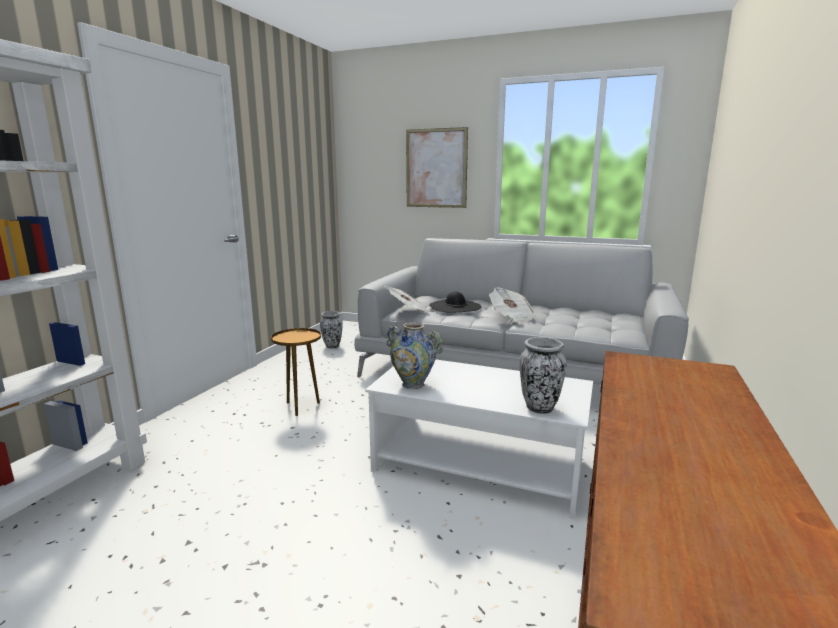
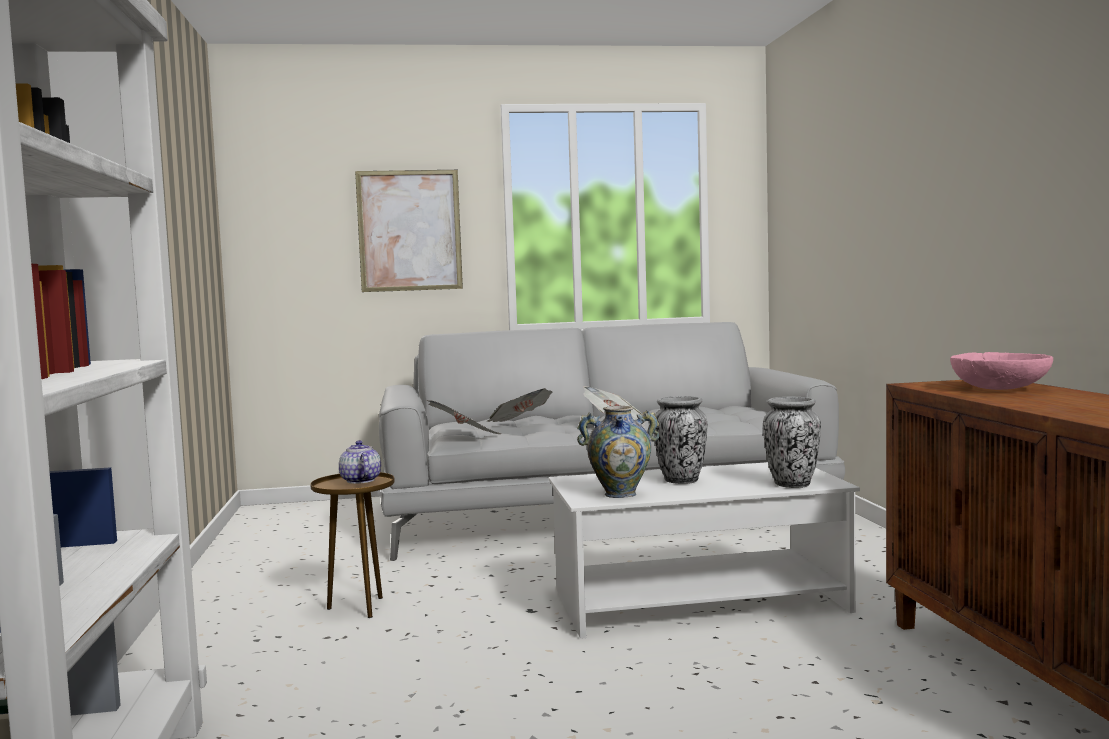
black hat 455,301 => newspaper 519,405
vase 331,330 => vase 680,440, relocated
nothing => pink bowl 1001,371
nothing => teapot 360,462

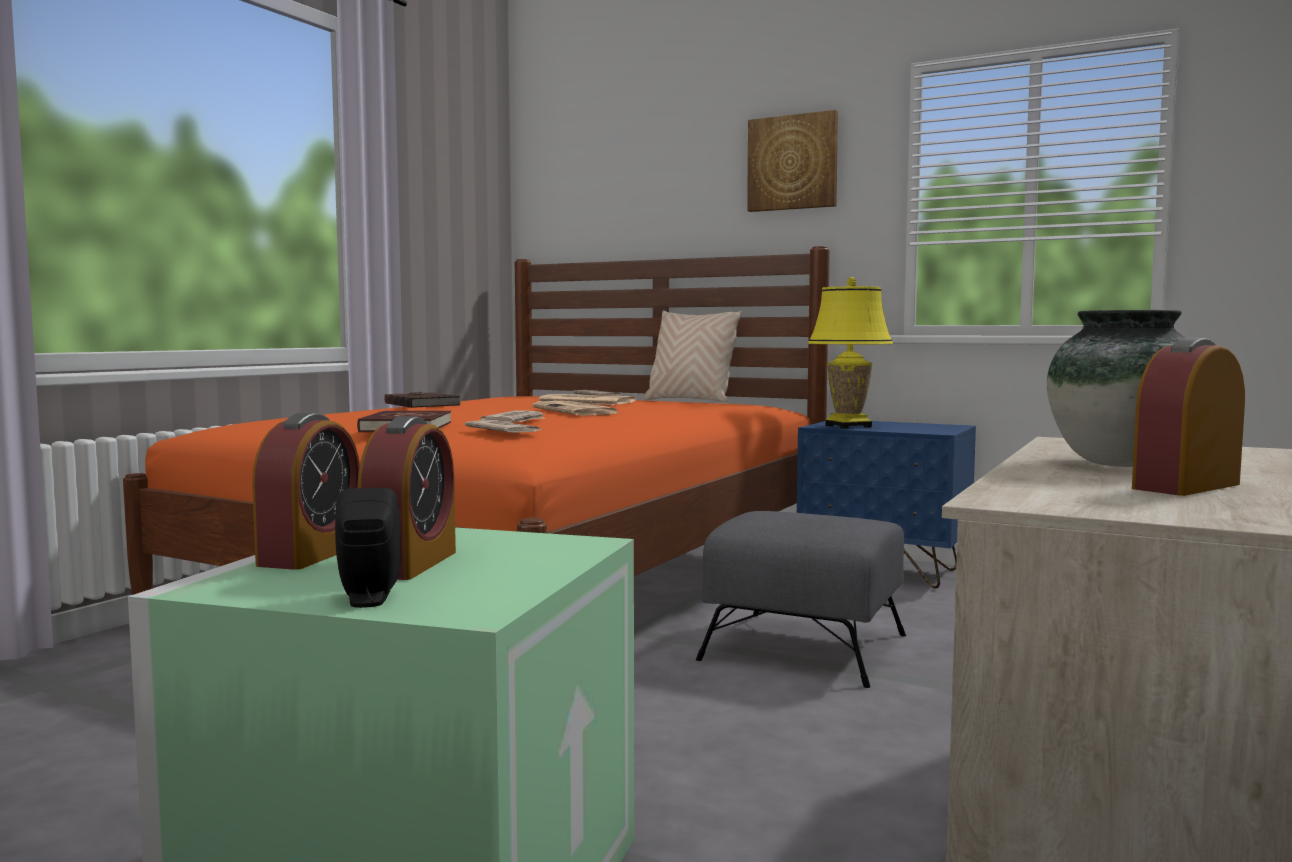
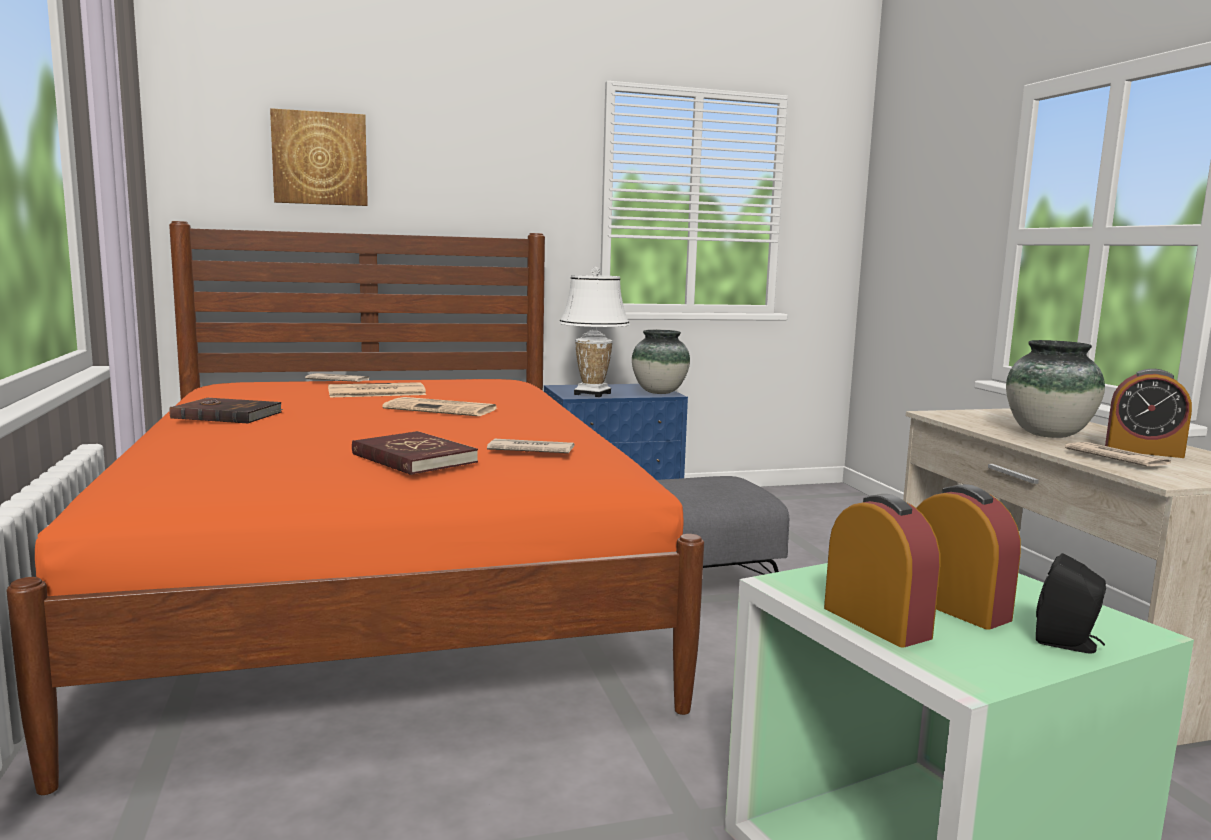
picture 792,161 => picture 319,157, relocated
yellow table lamp 850,353 => white table lamp 594,332
beige pillow 693,356 => nothing
alarm clock 1188,417 => alarm clock 1148,413, 75 degrees counterclockwise
newspaper 512,416 => newspaper 1118,454, relocated
nothing => vase 661,362

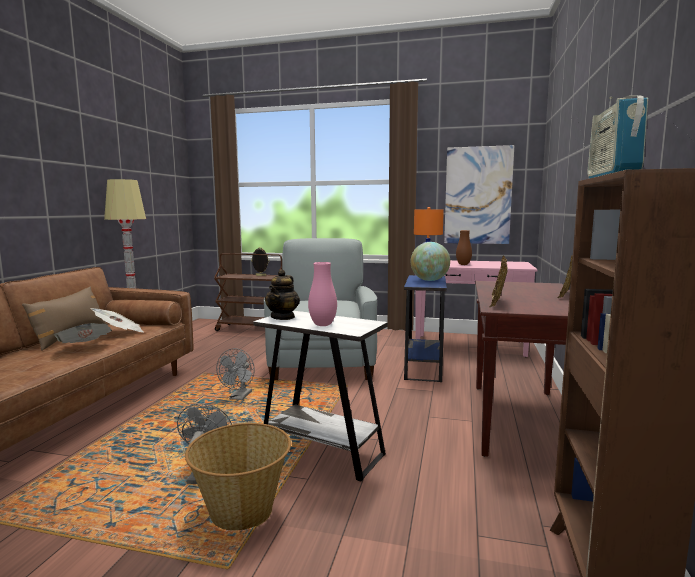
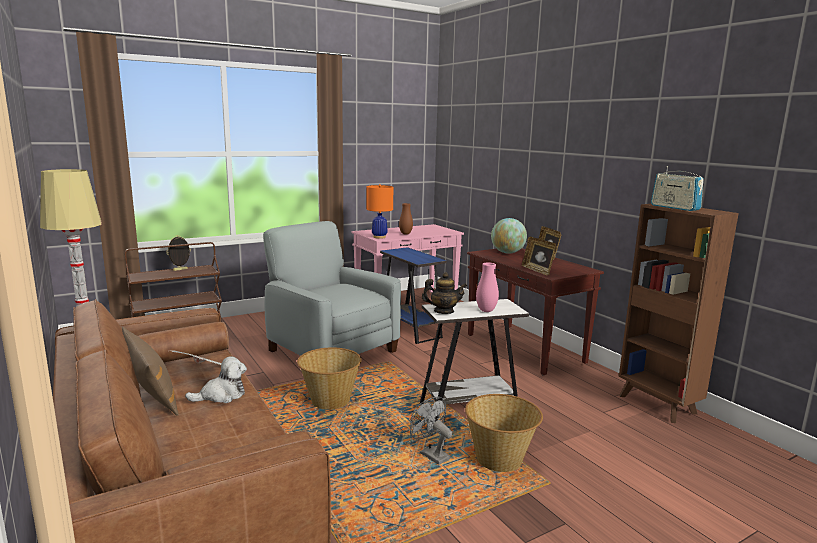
picture 479,194 => nothing
globe 430,261 => globe 509,236, relocated
teapot 282,294 => teapot 444,293, 60 degrees counterclockwise
newspaper 83,333 => plush toy 216,379
grey fan 235,374 => basket 329,378

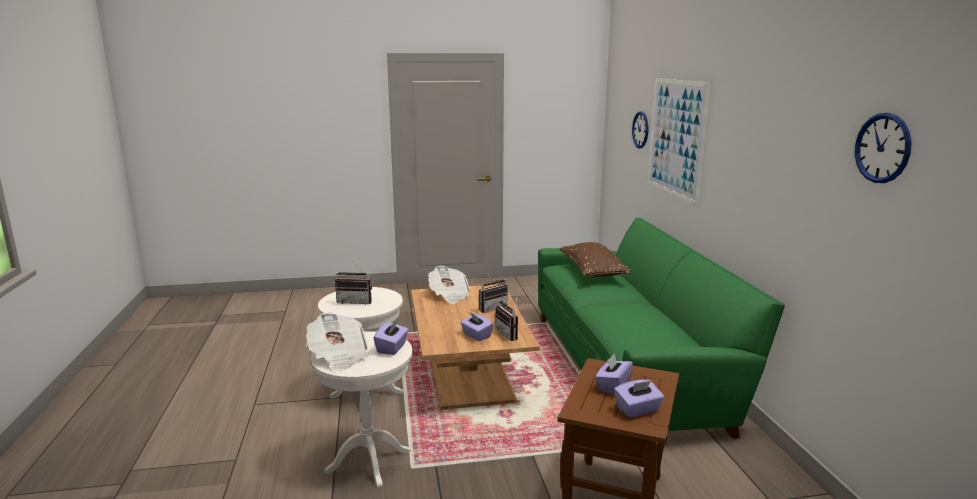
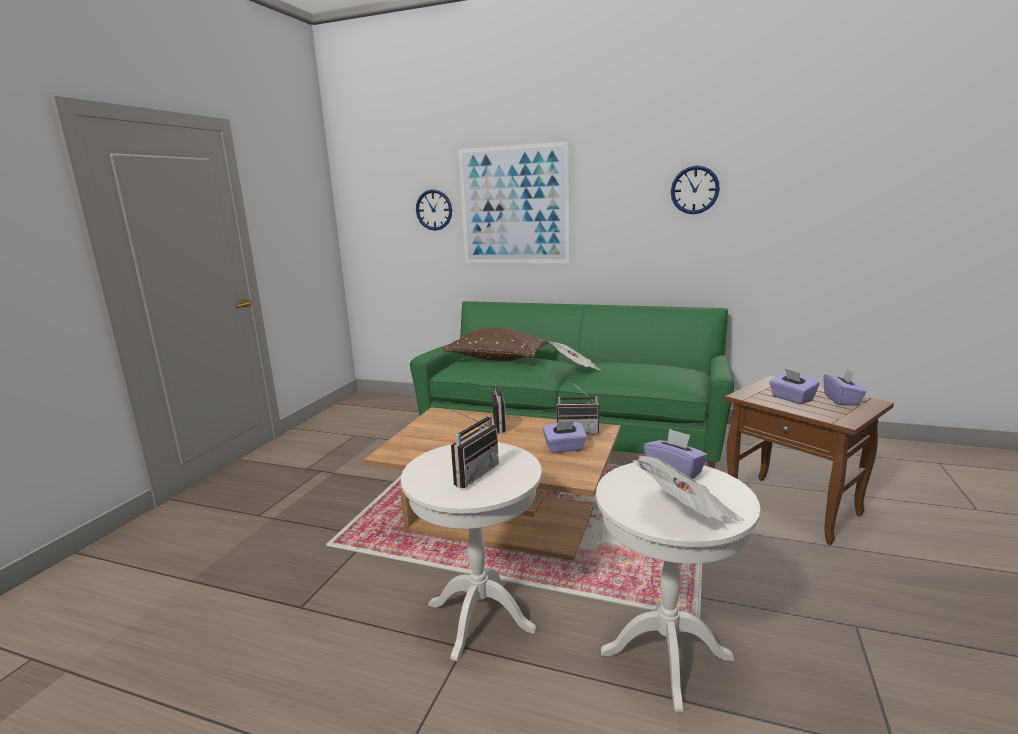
wall clock 883,148 => wall clock 695,189, relocated
newspaper 449,285 => newspaper 575,356, relocated

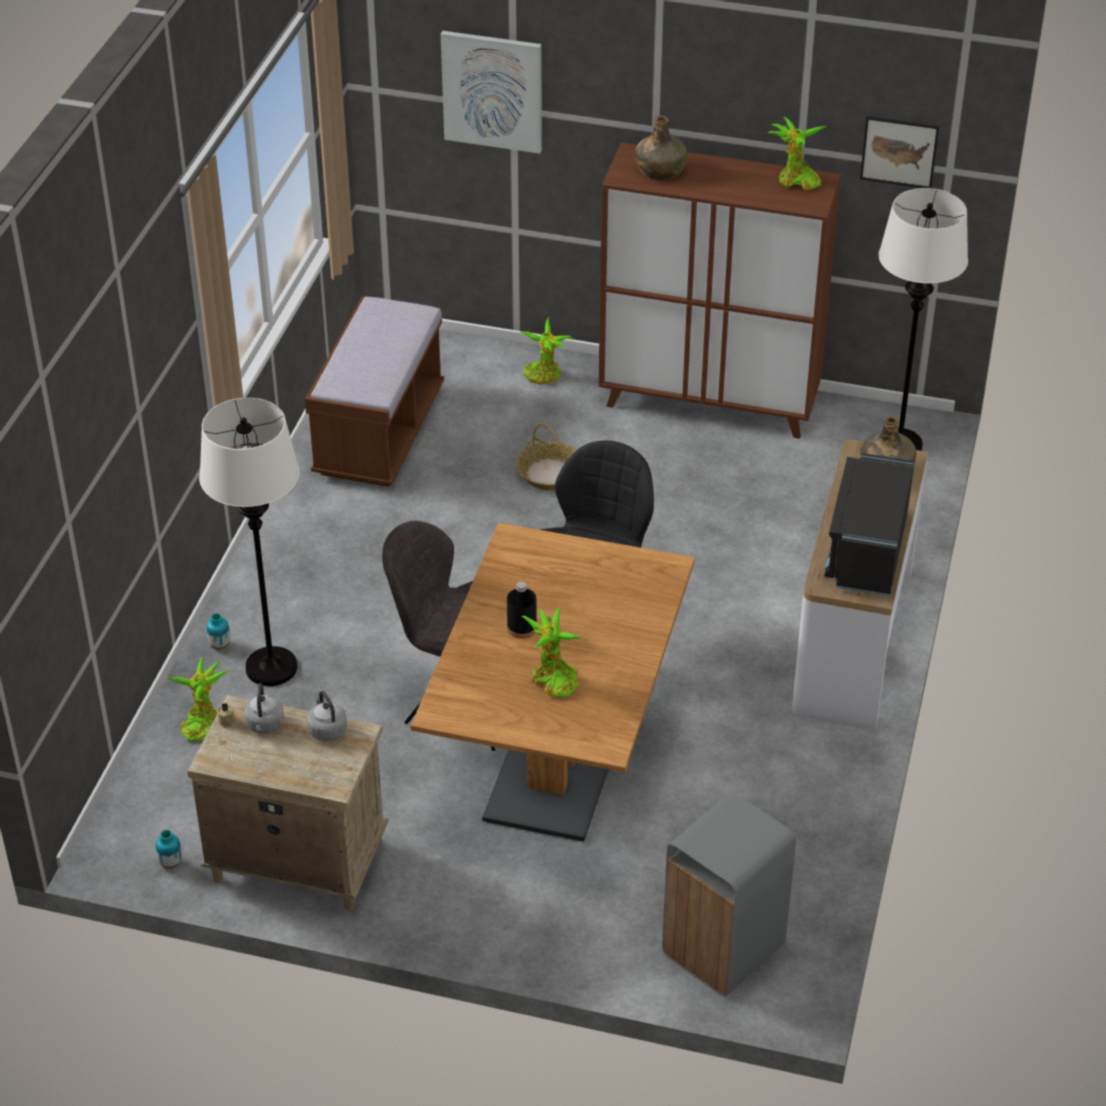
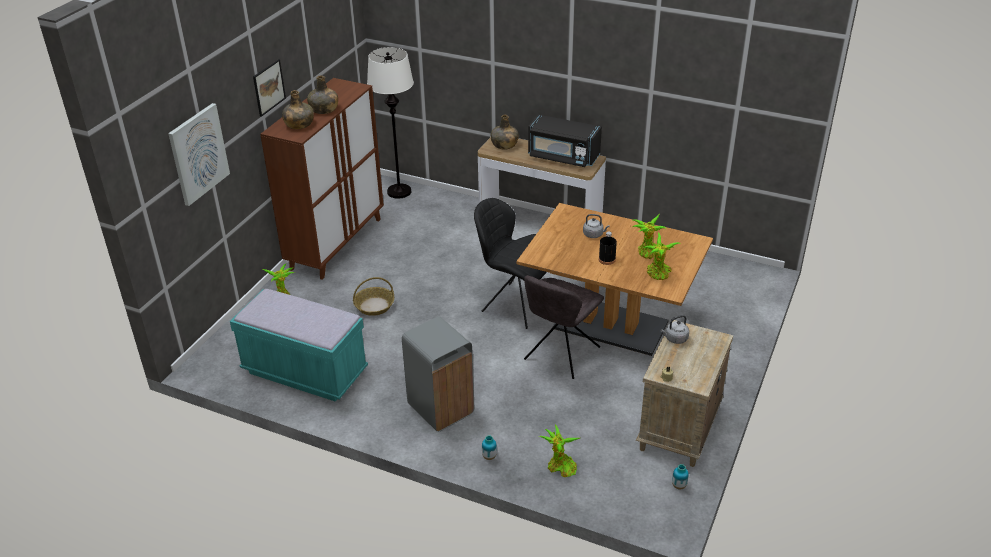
picture 899,152 => picture 269,88, relocated
potted plant 797,153 => potted plant 662,256, relocated
brown bench 374,391 => turquoise bench 299,345
white floor lamp 249,542 => nothing
grey kettle 264,708 => grey kettle 596,226, relocated
grey trash can 729,894 => grey trash can 438,374, relocated
nothing => green bottle 322,94

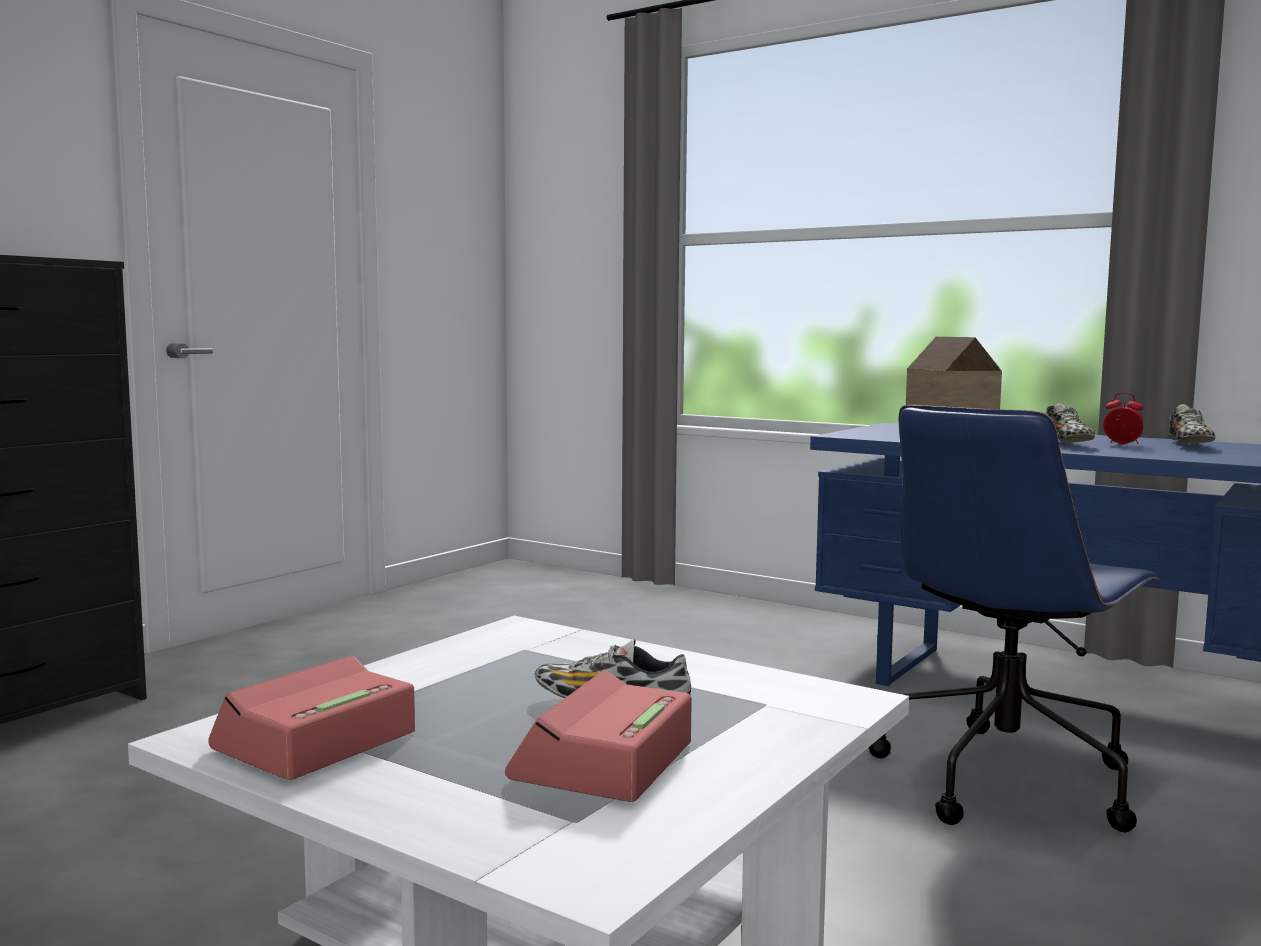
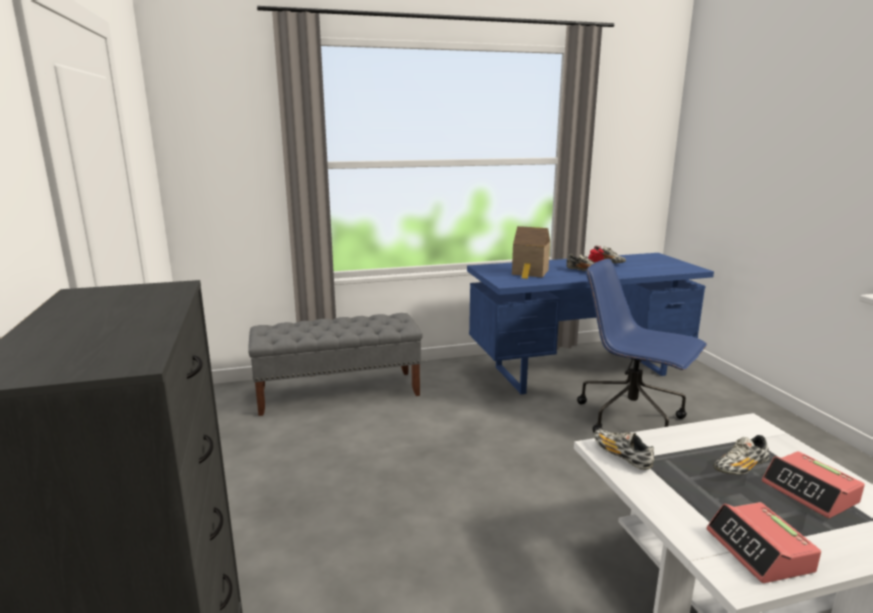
blue office chair 1015,619 => blue office chair 642,345, 135 degrees clockwise
nothing => grey bench 336,364
nothing => shoe 624,449

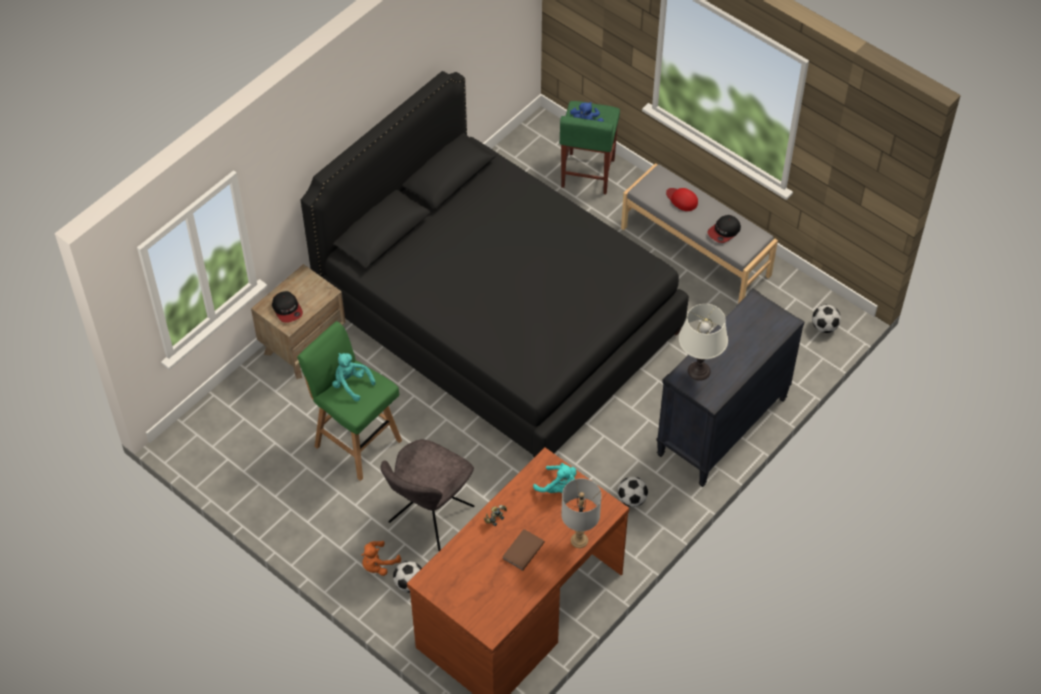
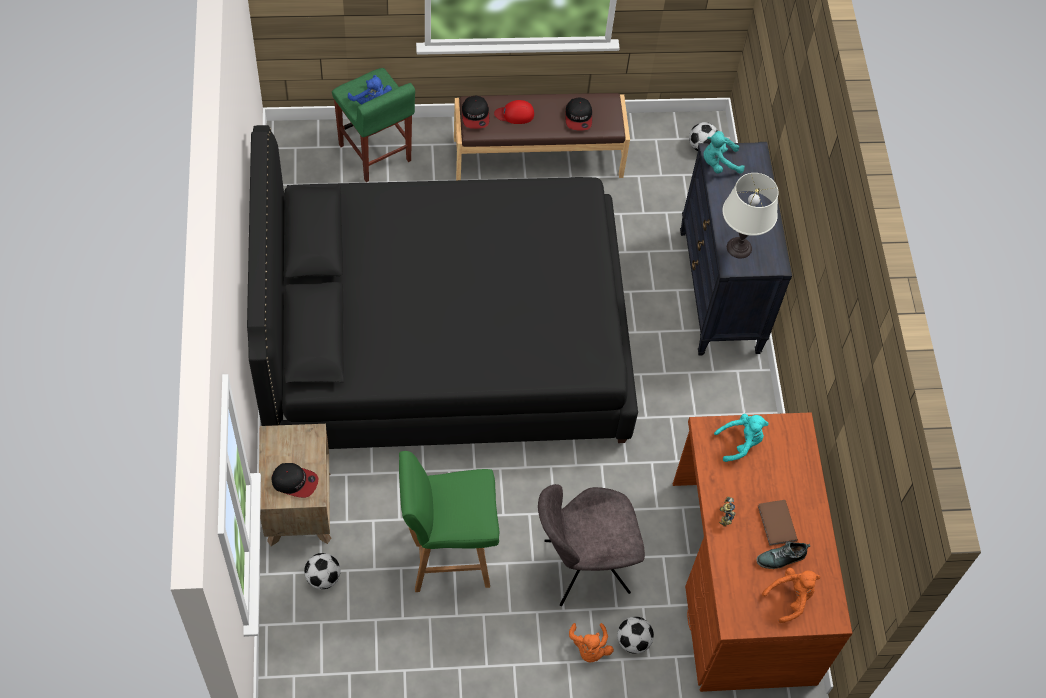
grey bench 699,233 => brown bench 542,136
turquoise plush toy 354,377 => turquoise plush toy 724,152, relocated
grey chair 427,495 => grey chair 591,545, 90 degrees clockwise
football 633,492 => football 322,571, relocated
grey table lamp 581,513 => nothing
nothing => cap 475,112
nothing => shoe 783,555
nothing => orange plush toy 791,595

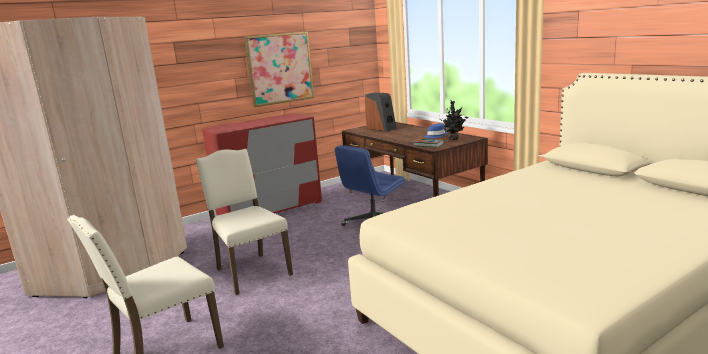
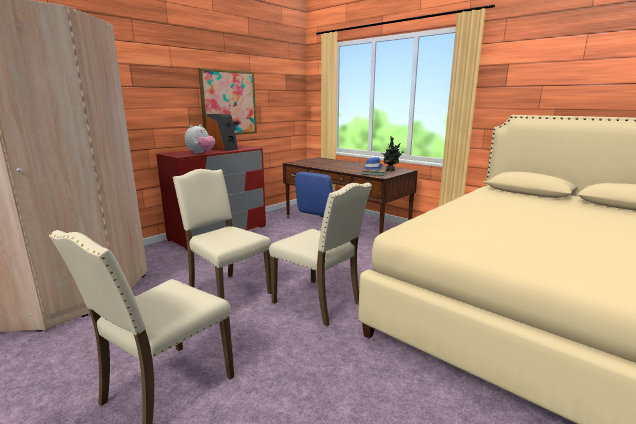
speaker 381,112 => speaker 222,132, relocated
nothing => plush toy 200,139
nothing => beige chair 320,254

